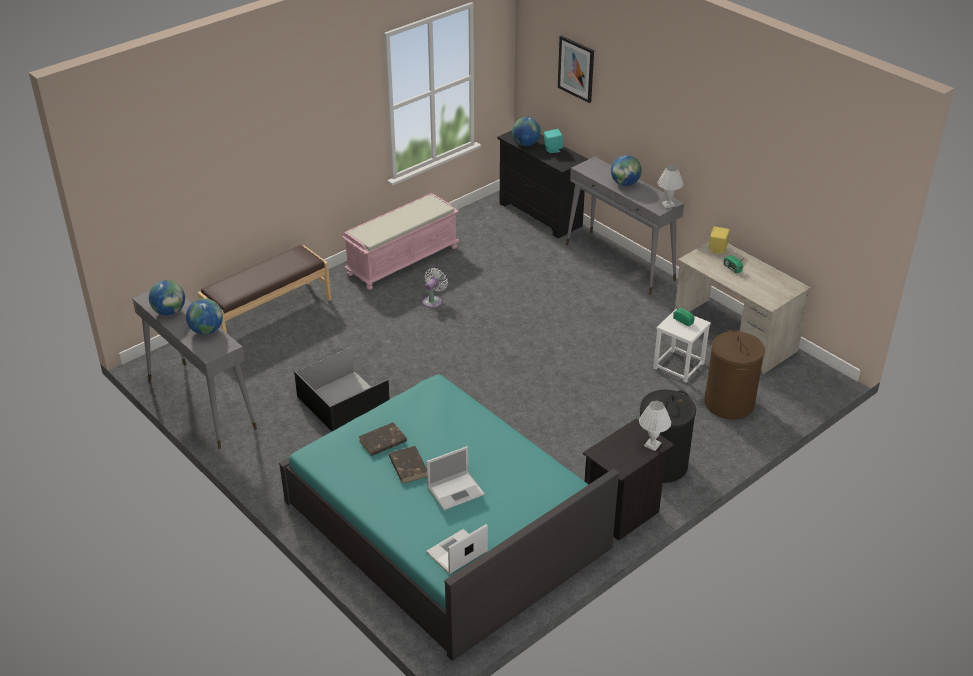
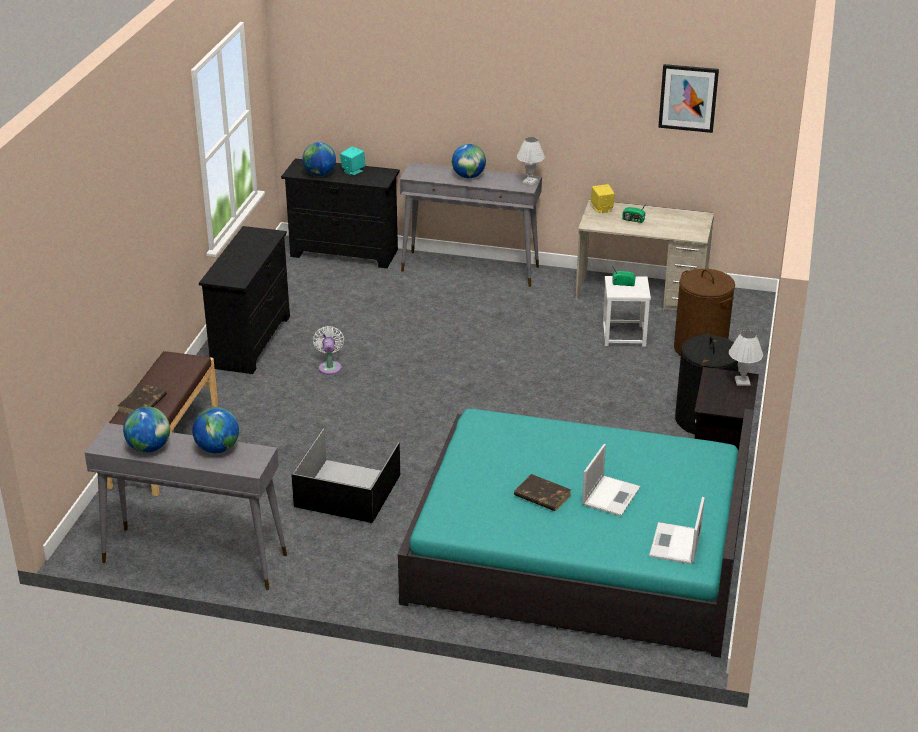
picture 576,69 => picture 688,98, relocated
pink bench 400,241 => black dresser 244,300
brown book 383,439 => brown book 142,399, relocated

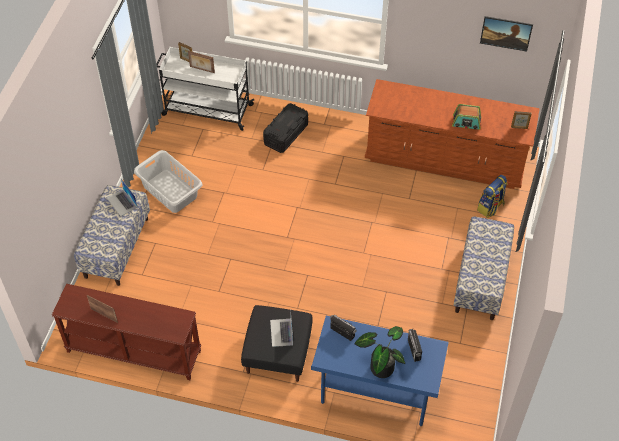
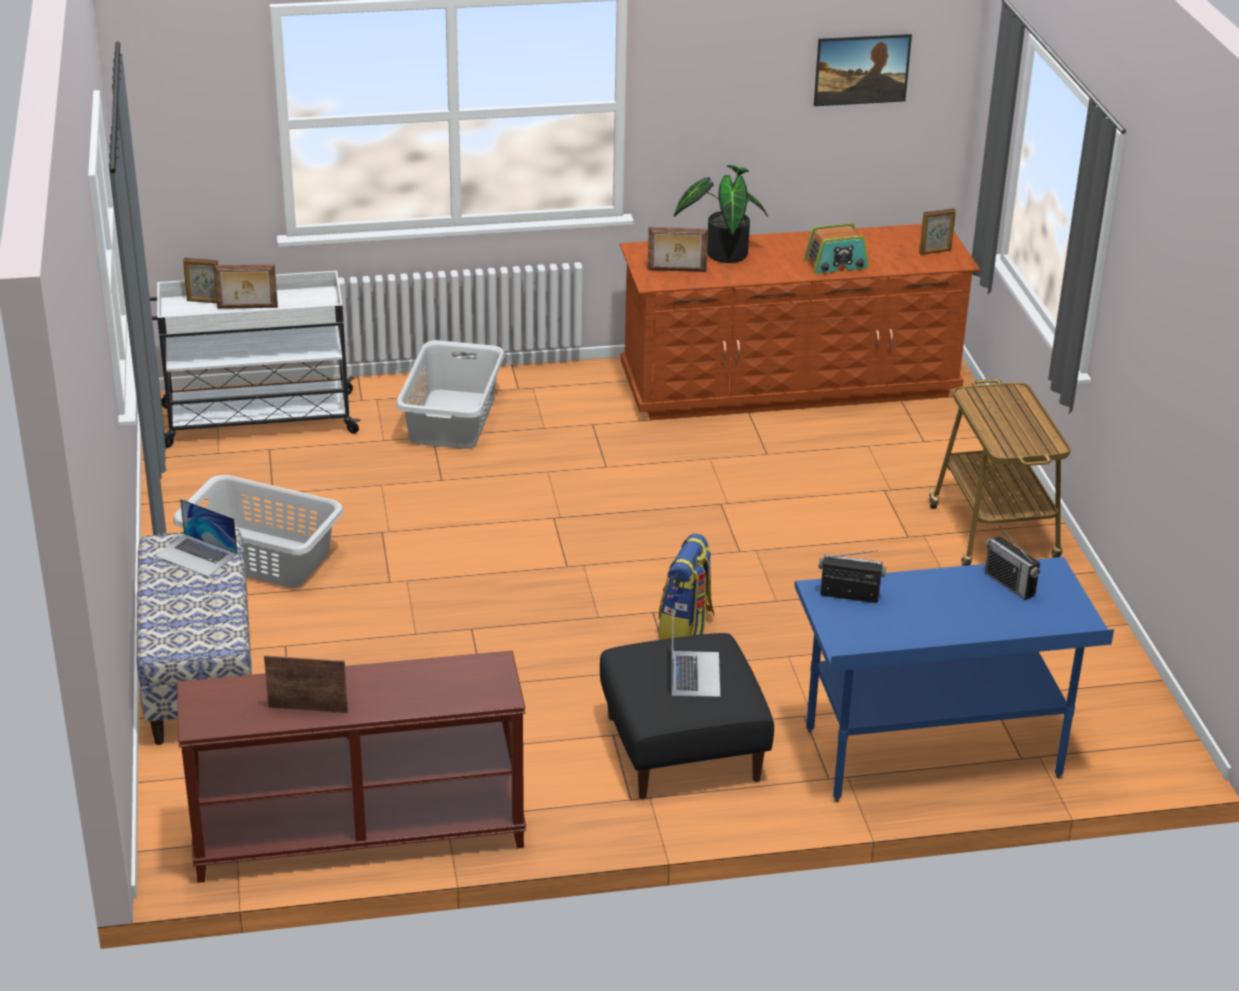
black storage box 285,128 => grey laundry basket 450,394
backpack 492,196 => backpack 686,586, relocated
bench 483,268 => cart 1000,472
laptop 281,327 => laptop 695,657, 150 degrees counterclockwise
potted plant 379,352 => potted plant 721,214, relocated
nothing => picture frame 677,249

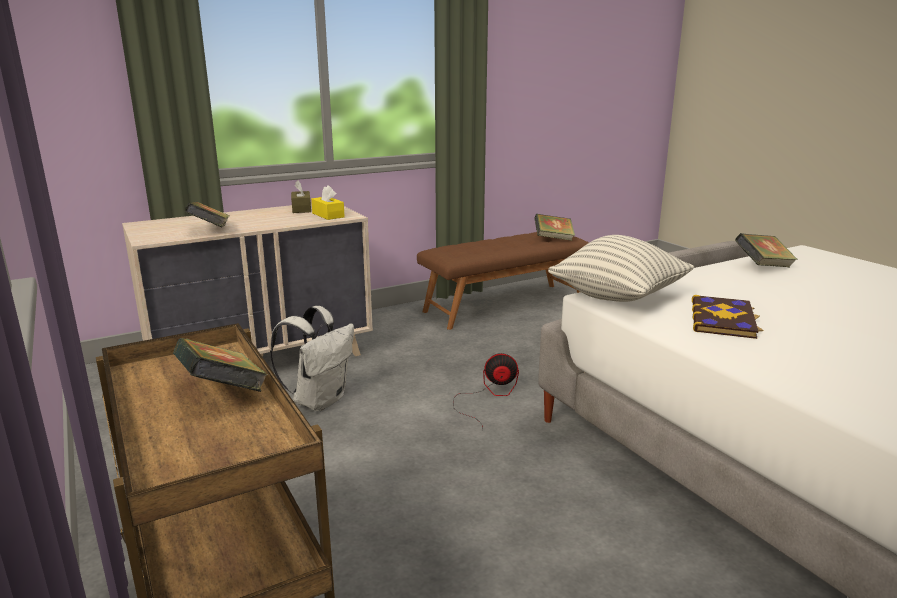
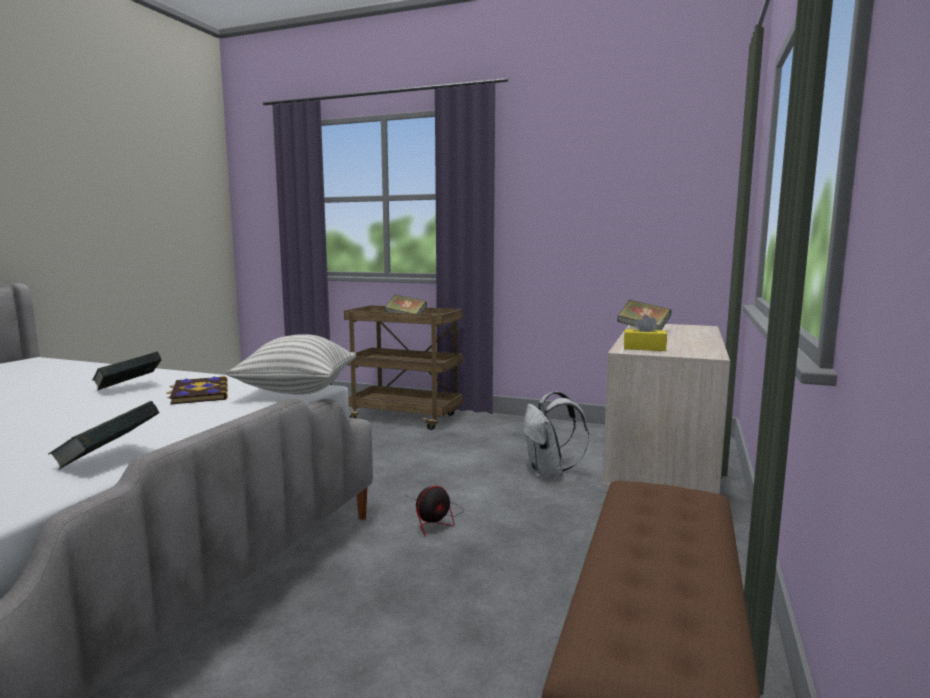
brown tissue box 301,196 => nothing
book 554,227 => book 127,371, relocated

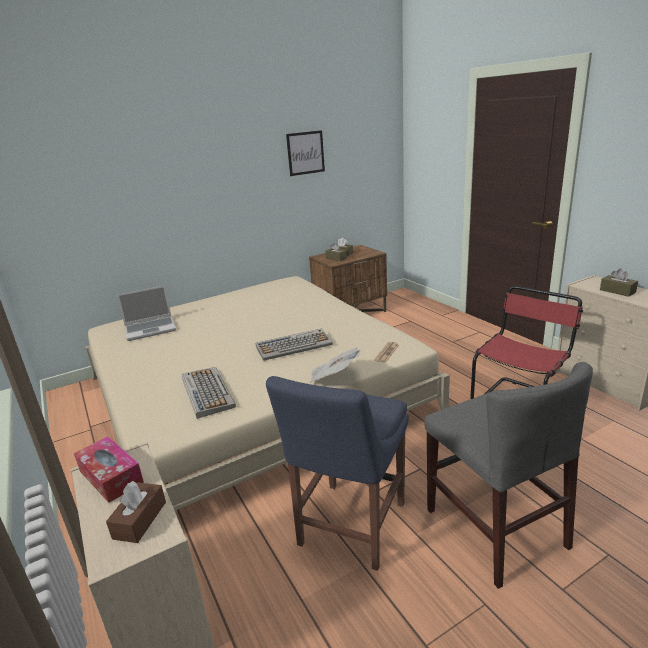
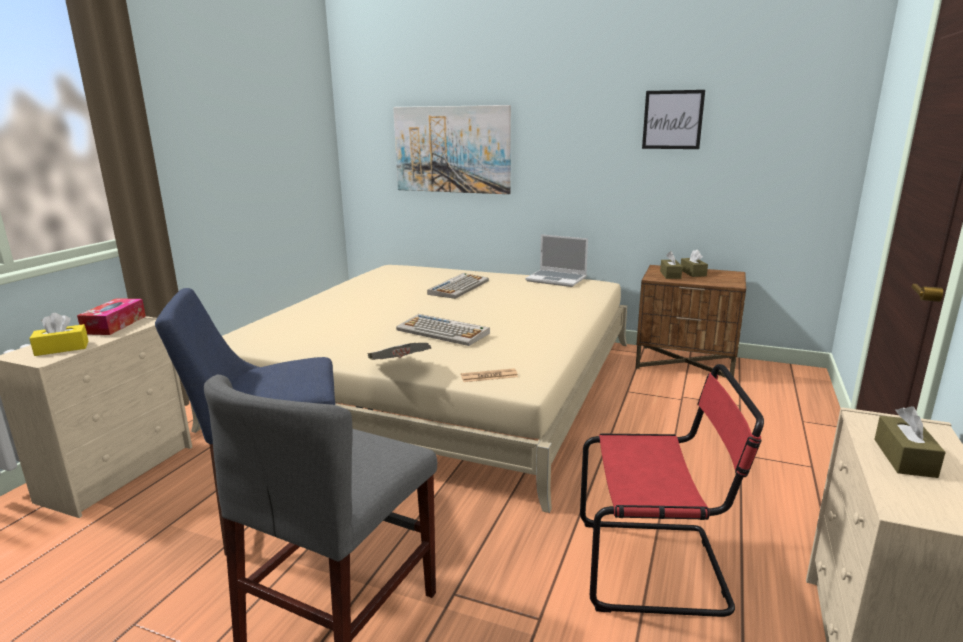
laptop 146,313 => laptop 556,260, relocated
keyboard 209,393 => keyboard 458,286, relocated
brown tissue box 136,512 => yellow tissue box 58,334
nothing => picture 452,149

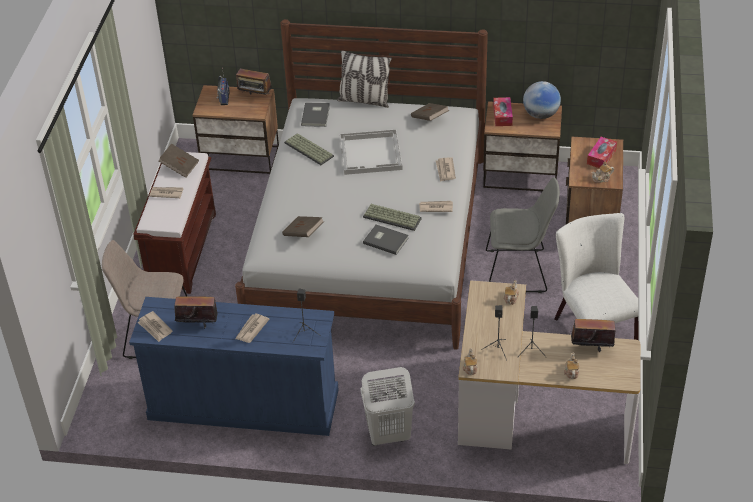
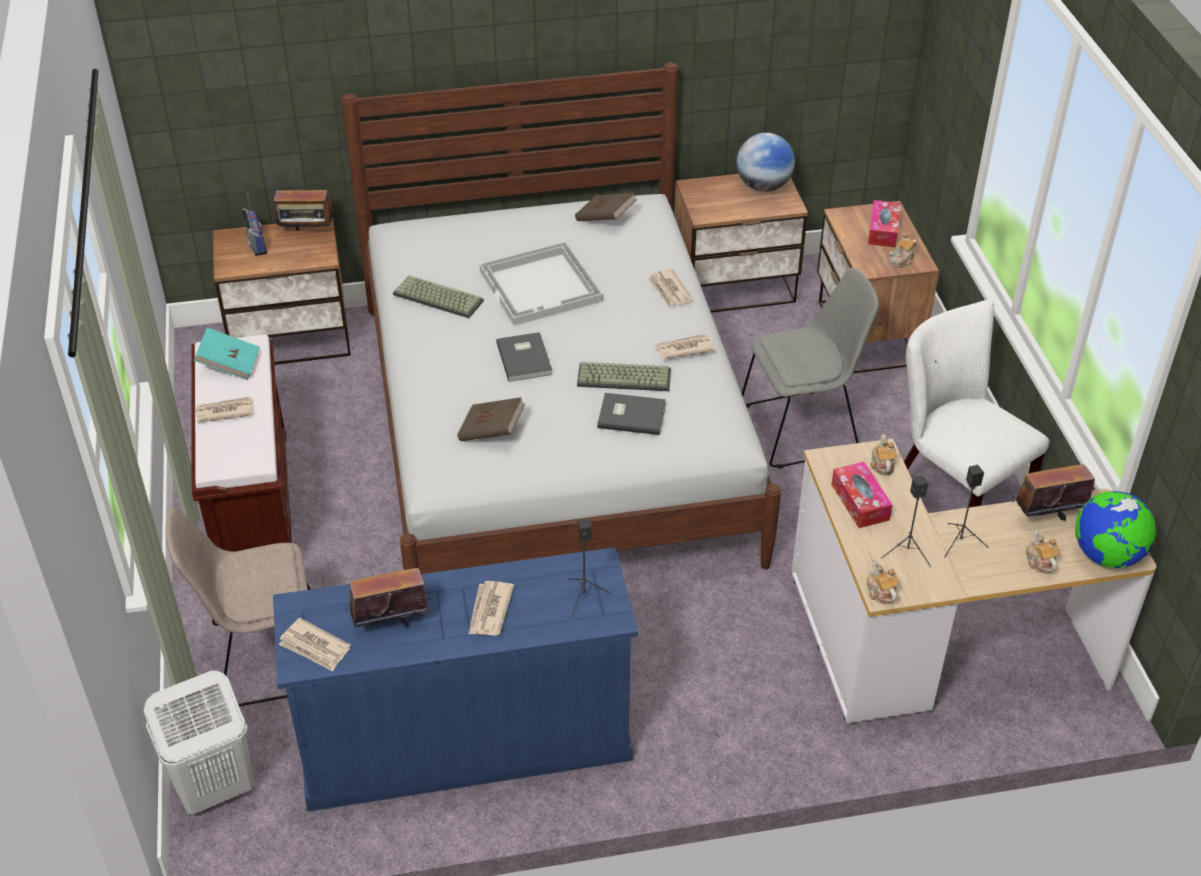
pillow 364,79 => nothing
tissue box 503,111 => tissue box 861,495, relocated
grey book 315,114 => grey book 524,357, relocated
brown book 179,160 => turquoise book 227,354
white laundry basket 387,406 => white laundry basket 199,743, relocated
nothing => globe 1115,529

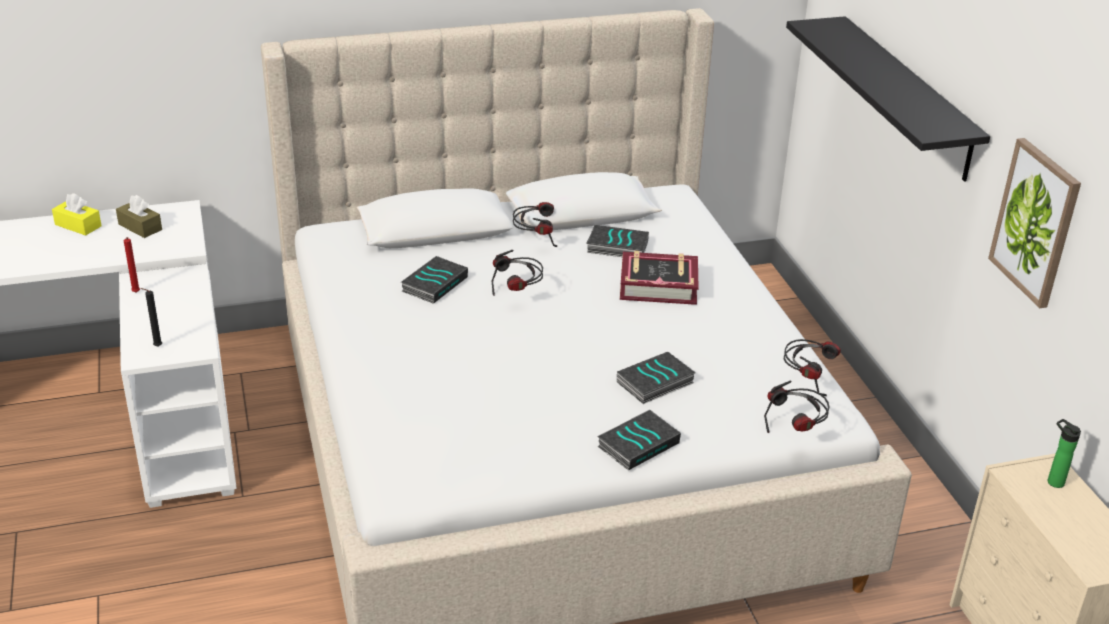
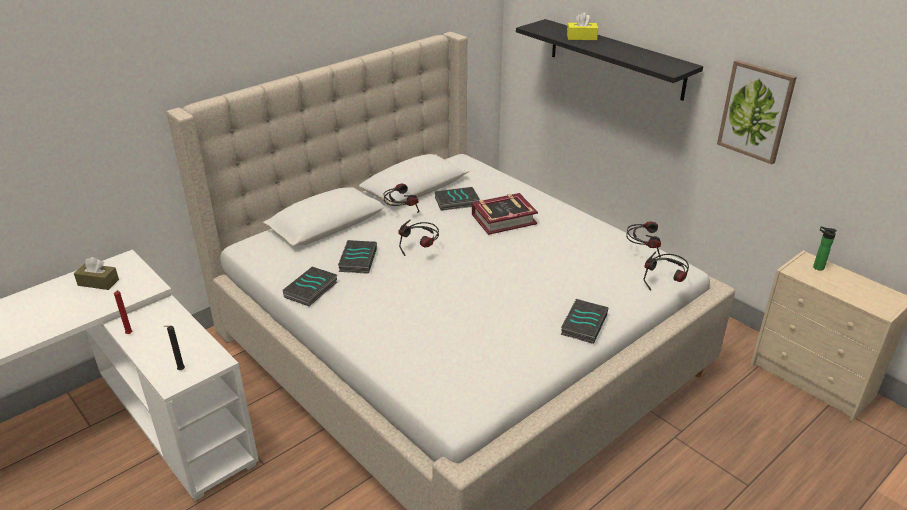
yellow tissue box 77,214 => yellow tissue box 582,26, relocated
book 656,378 => book 310,287, relocated

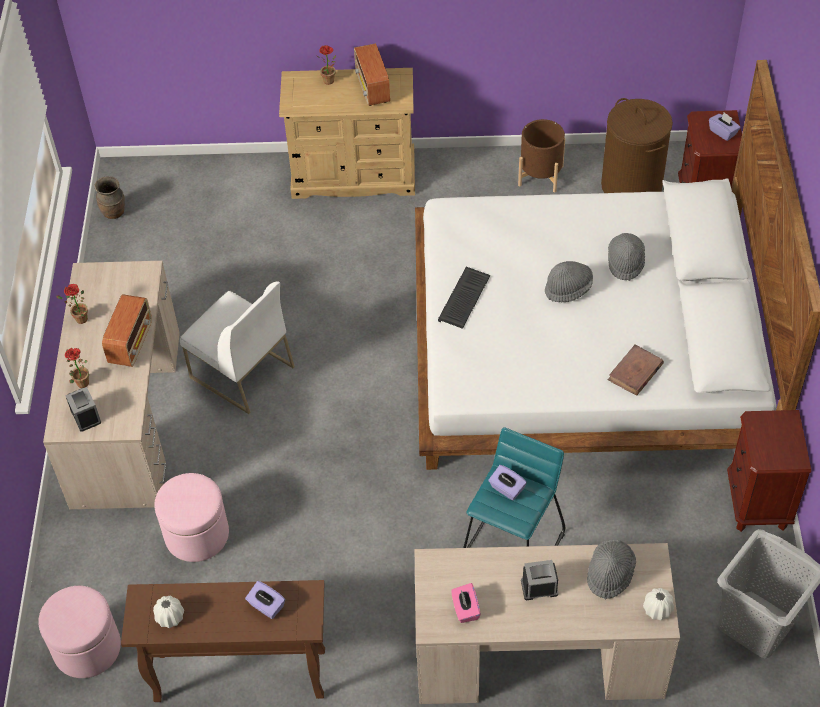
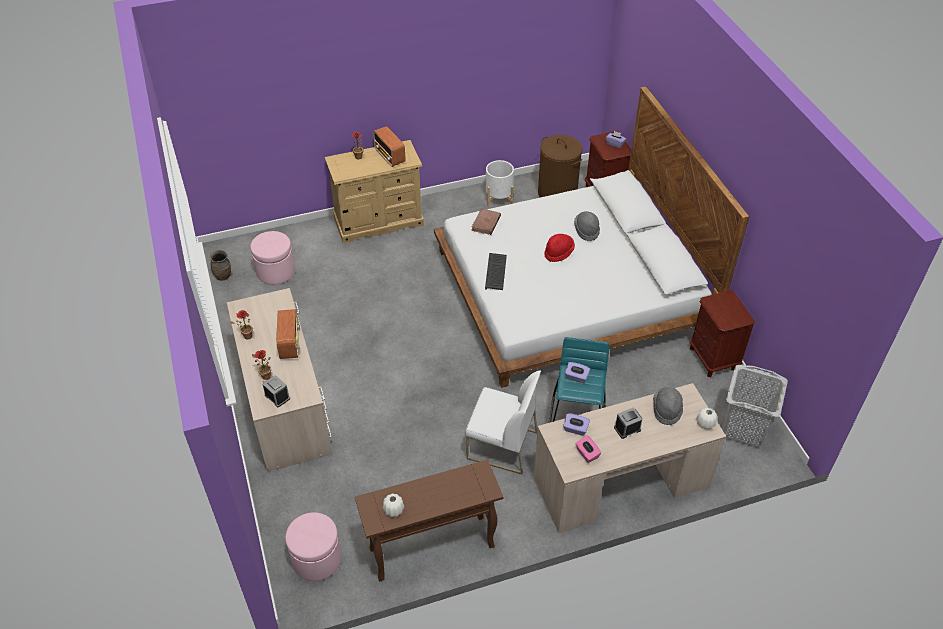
brown planter 541,155 => white planter 500,183
grey hat 569,281 => red hat 560,248
white chair 237,347 => white chair 503,423, relocated
brown book 635,370 => brown book 486,221, relocated
pink ottoman 191,517 => pink ottoman 272,258, relocated
purple tissue box 265,600 => purple tissue box 576,424, relocated

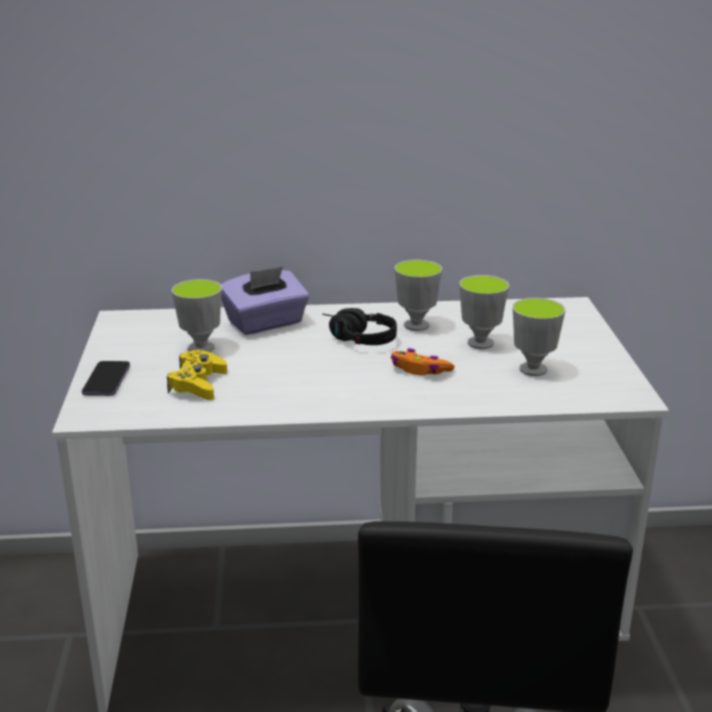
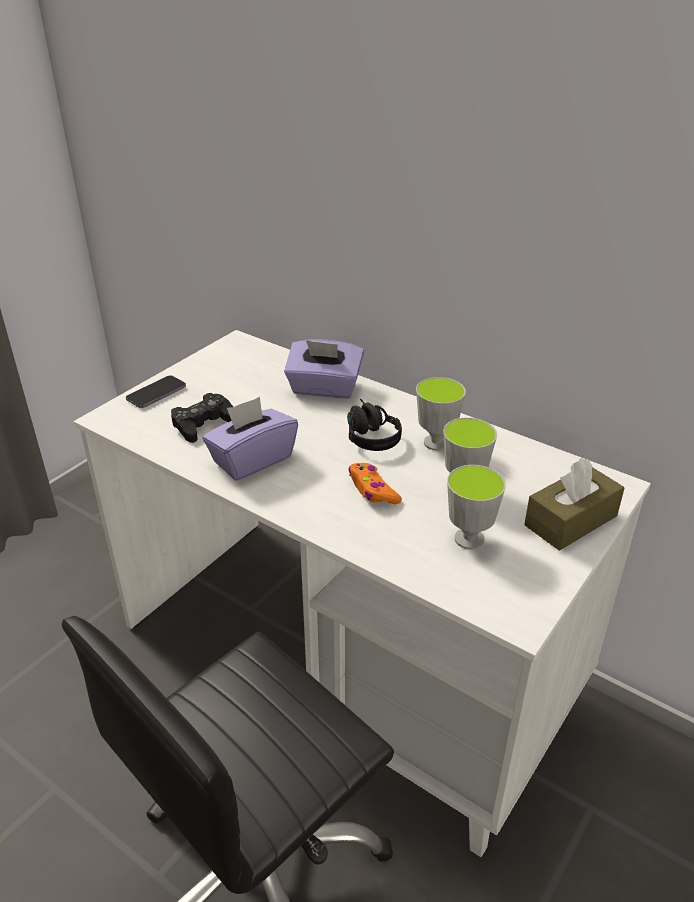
cup 196,315 => nothing
yellow game controller 197,375 => black game controller 202,418
nothing => purple tissue box 250,439
nothing => brown tissue box 574,504

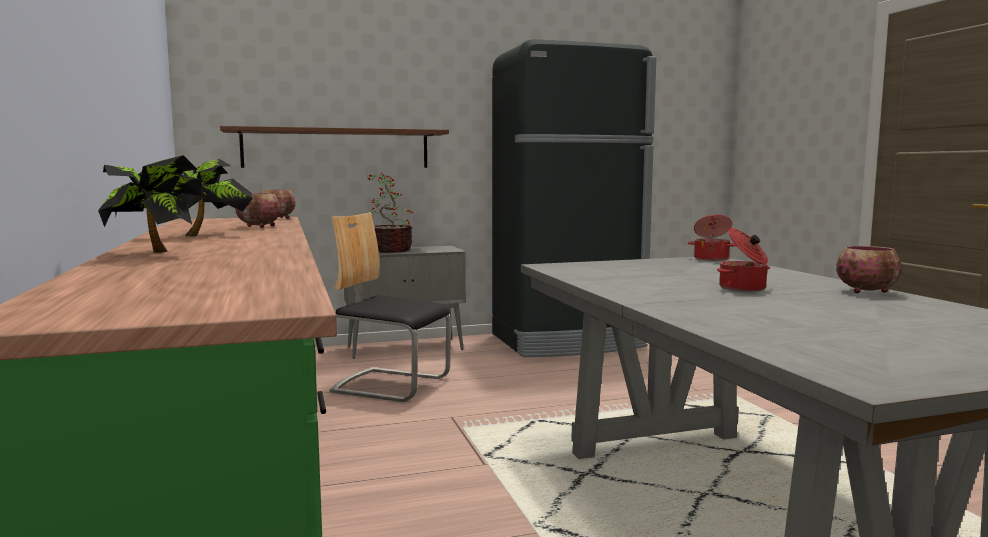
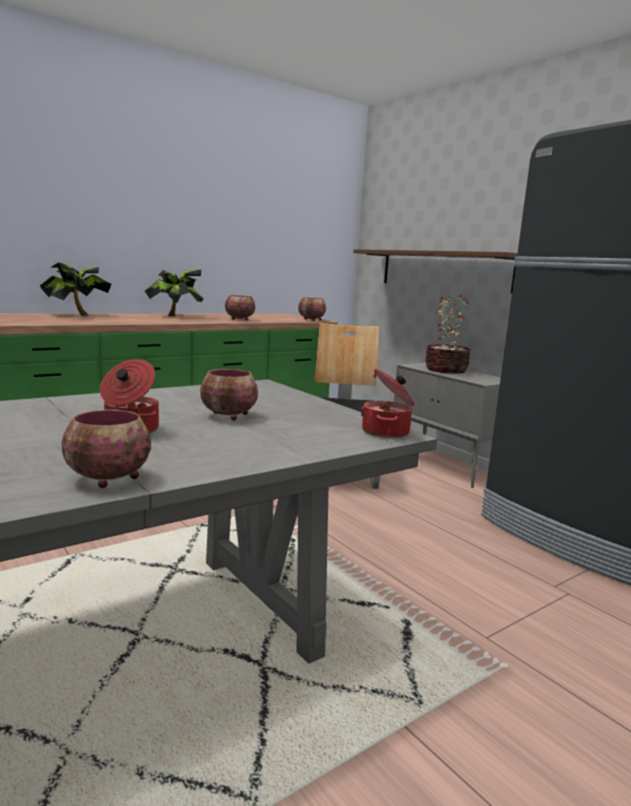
nothing => bowl 229,394

